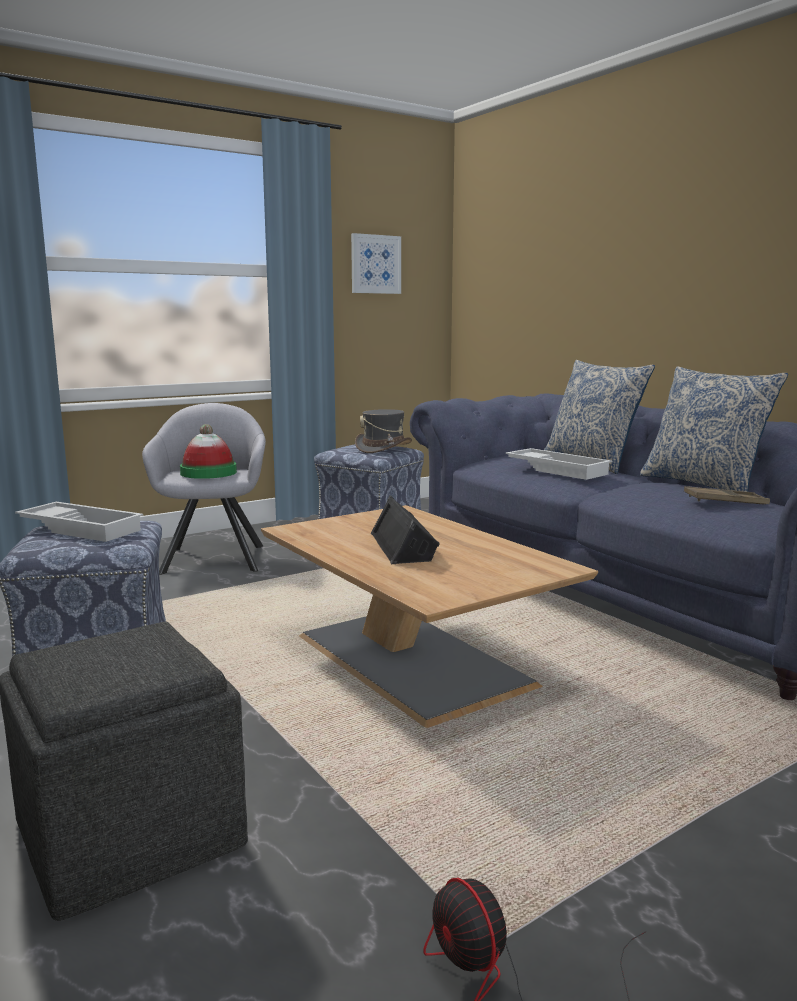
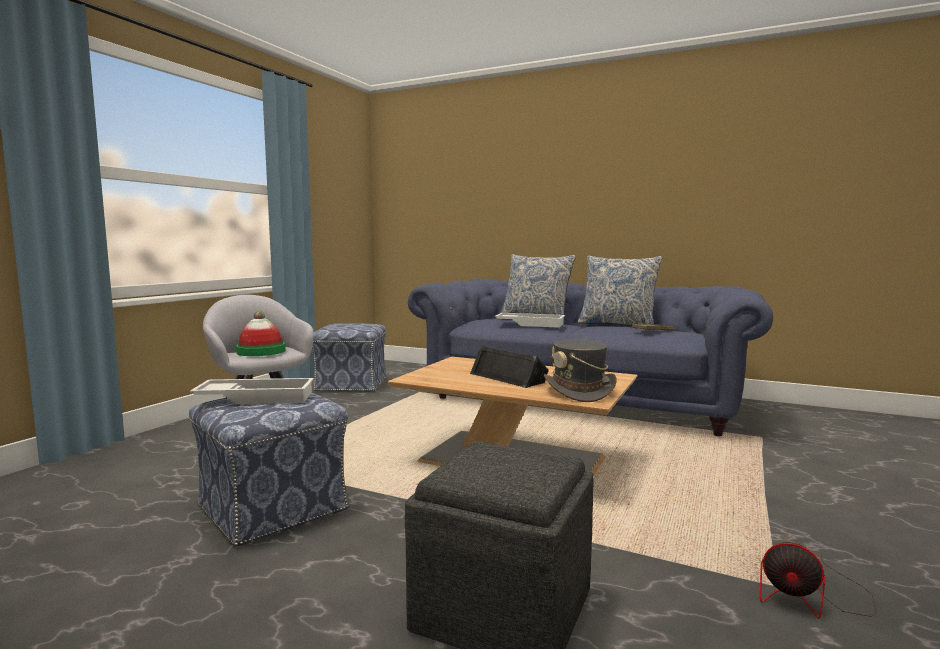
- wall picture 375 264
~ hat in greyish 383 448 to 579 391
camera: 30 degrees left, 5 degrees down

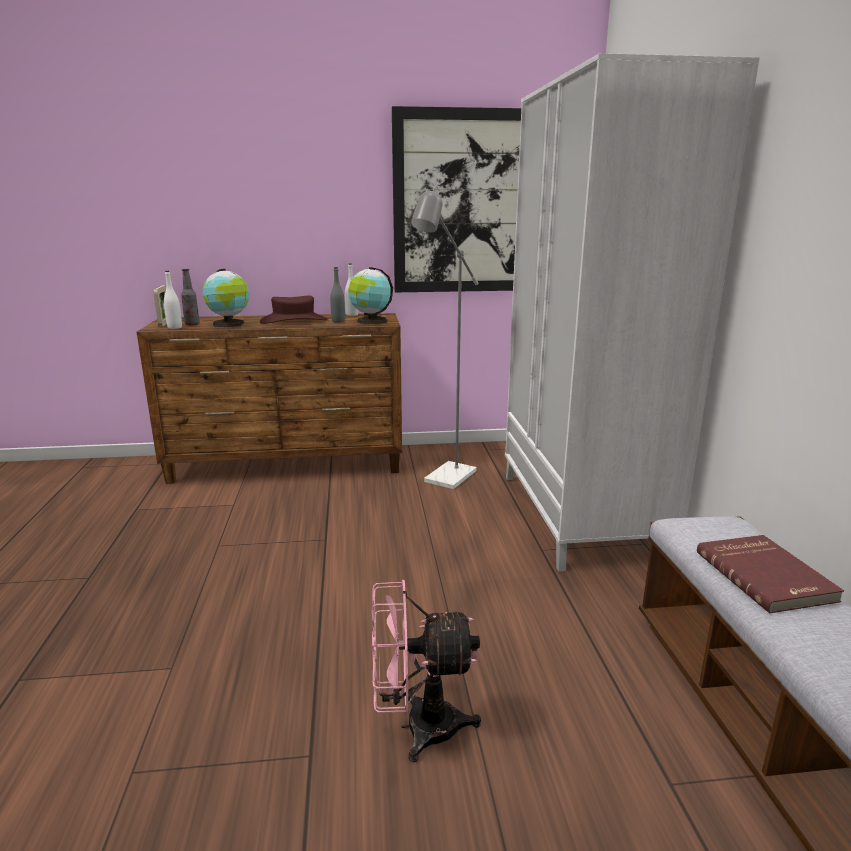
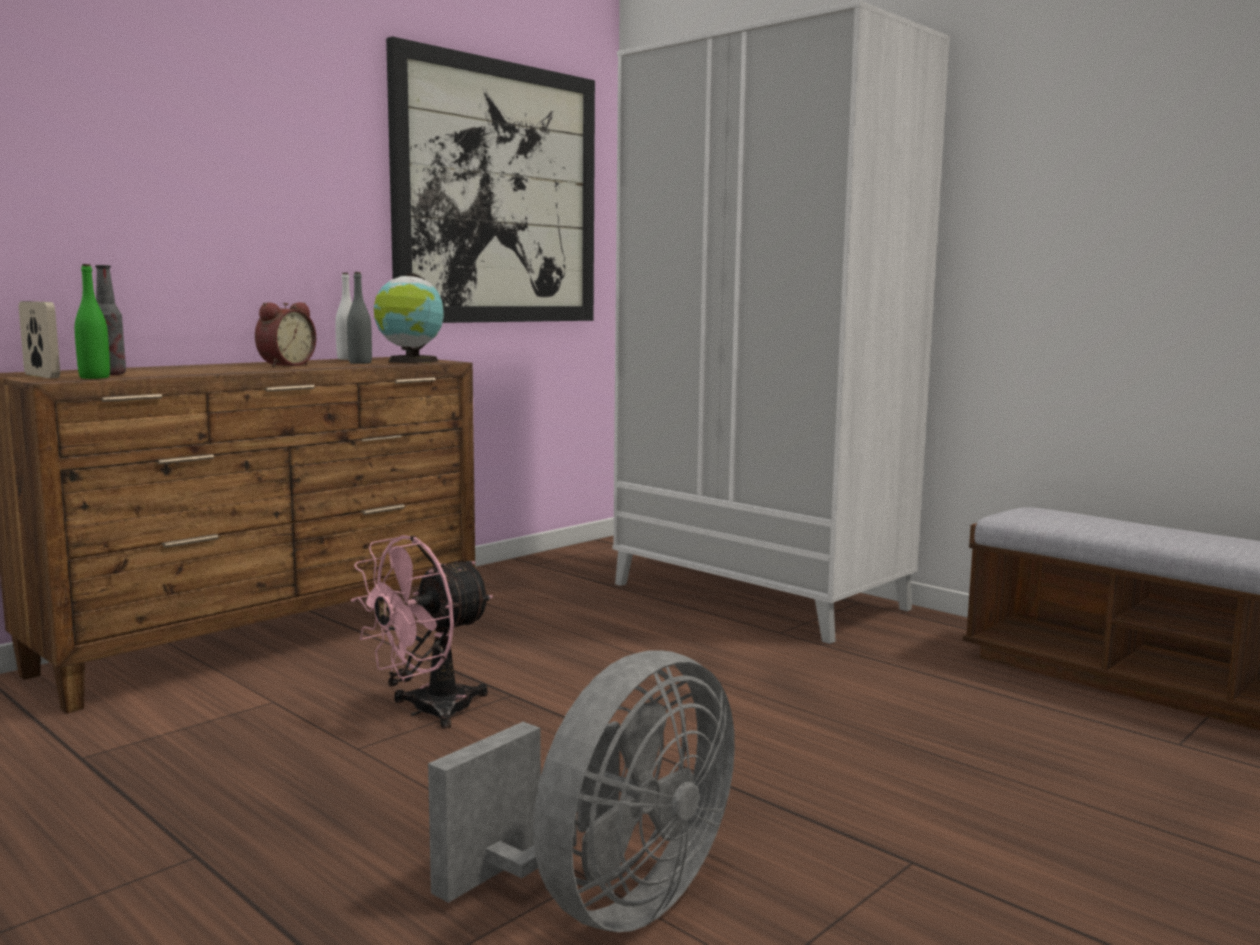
- standing lamp in greyish 445 480
- world globe 229 324
~ beverage bottle in whitish 174 327 to beverage bottle in greenish 94 377
~ hat in brownish 294 321 to bedside clock 284 365
- bound book in red 766 576
~ fan in pink-coloured 417 727 to 427 711
+ fan in greyish 606 904
camera: 40 degrees left, 10 degrees down

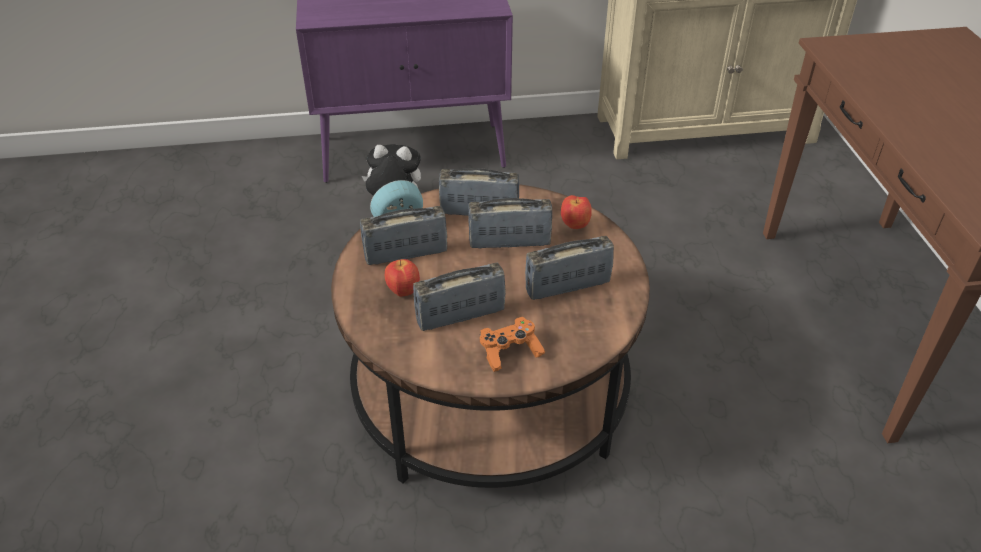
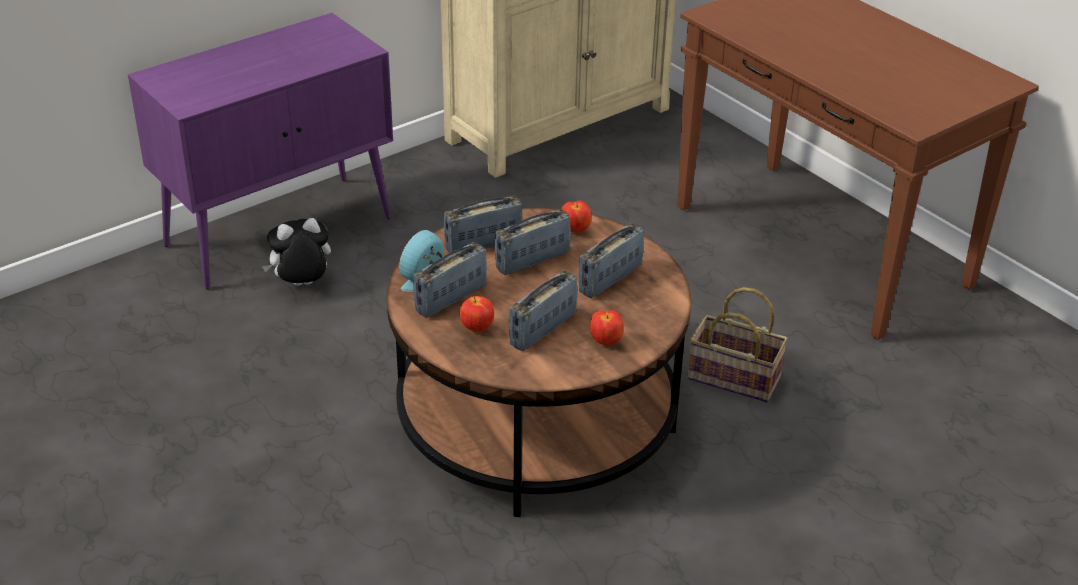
~ joypad in orange 510 352 to apple 606 342
+ household basket 731 378
camera: 30 degrees left, 5 degrees down

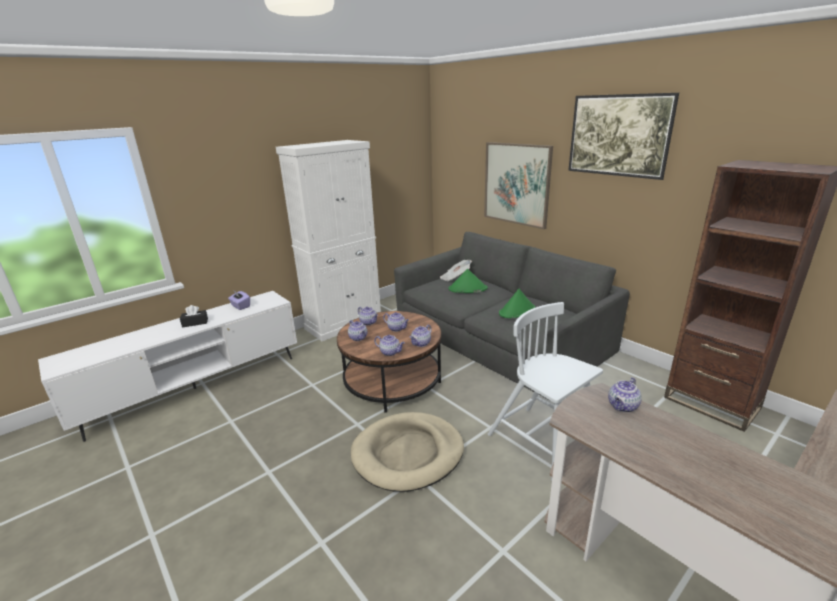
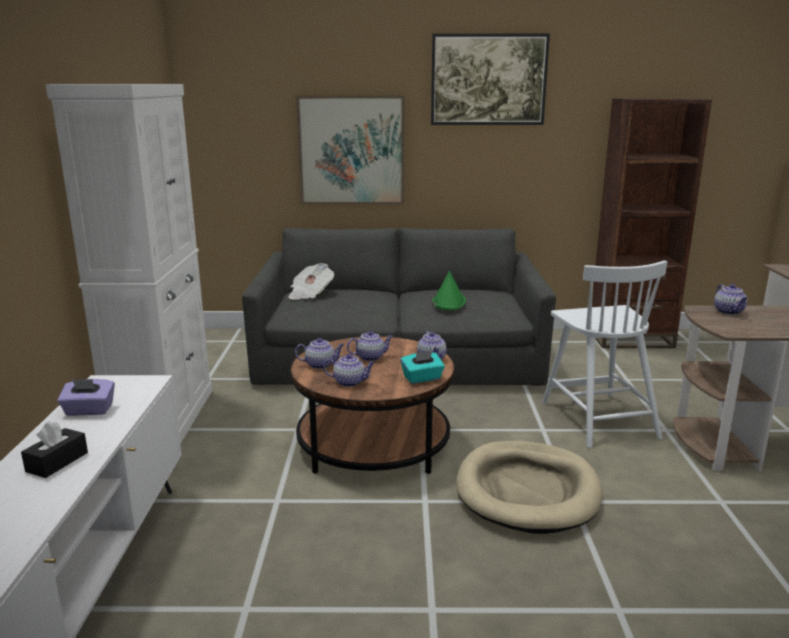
- hat in greenish 467 289
~ upright chair in whitish 541 443 = 598 418 105 degrees counterclockwise
~ tea pot 390 352 to tissue holder in turquoise 422 378
camera: 50 degrees left, 5 degrees down

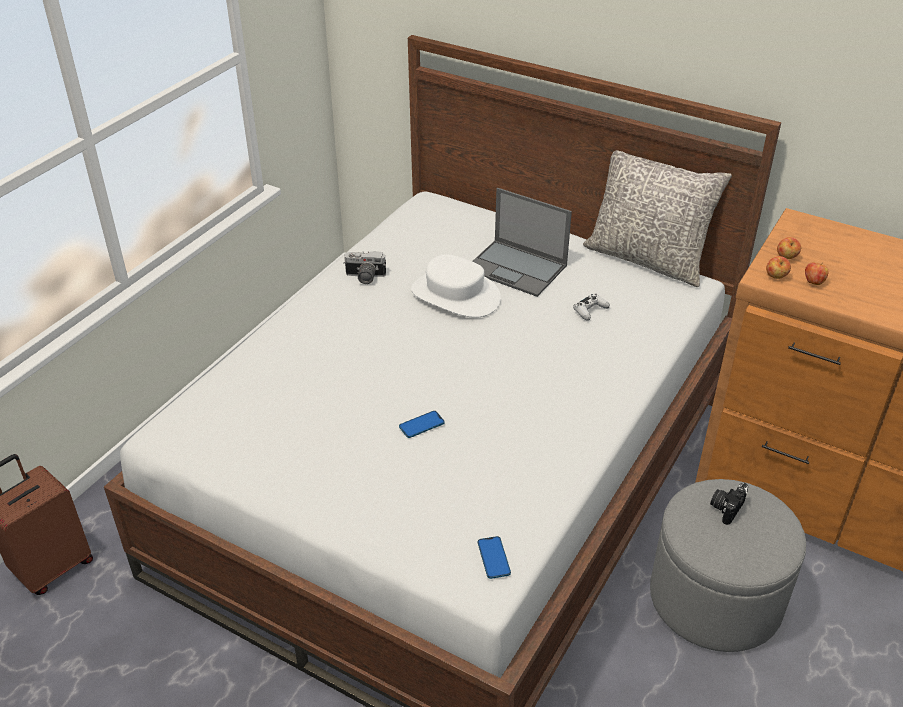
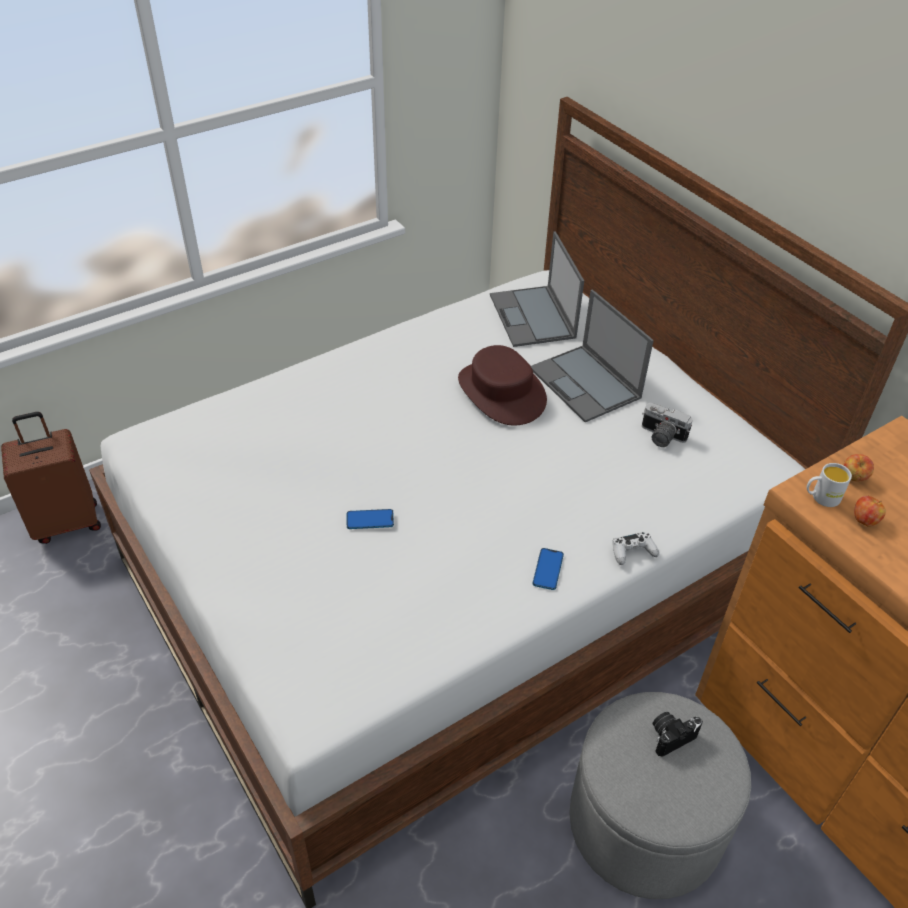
- pillow in greyish 647 259
~ photo camera 364 277 to 660 437
~ hat in whitish 455 295 to hat in brownish 501 392
~ apple 776 277 to tea mug in whitish 821 497
~ joypad in whitish 590 310 to 633 552
~ phone 493 558 to 548 569
+ notebook computer 533 317
camera: 25 degrees right, 5 degrees up

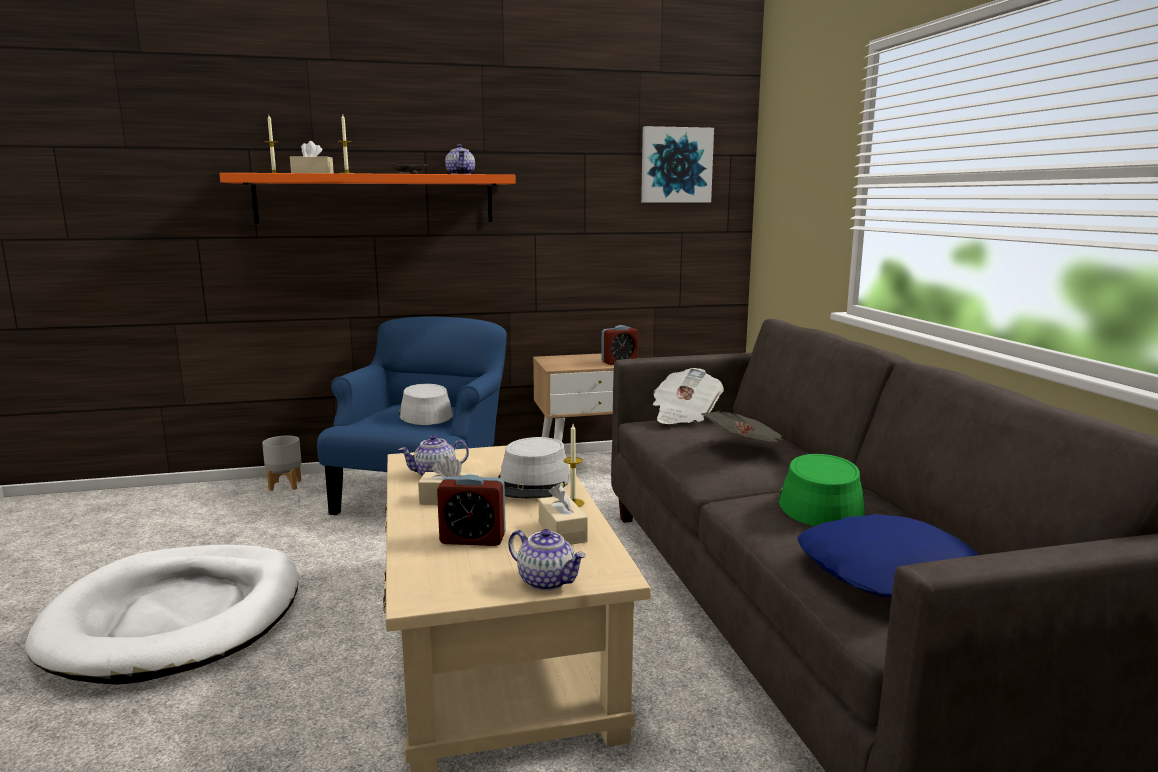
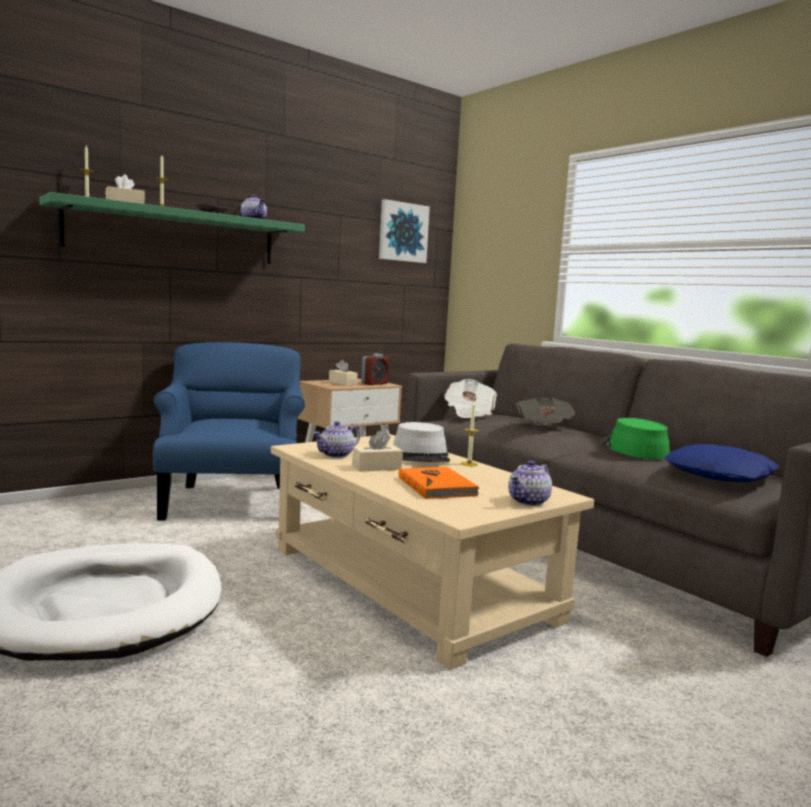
~ bracket shelf in orange 376 199 to bracket shelf in greenish 174 234
- hat in greyish 424 414
- planter in greyish 285 485
~ bedside clock 473 539 to bound book in orange 438 486
~ tissue holder in beige-coloured 562 532 to 342 383
~ tea pot 547 581 = 529 501 120 degrees clockwise
camera: 25 degrees left, 5 degrees down

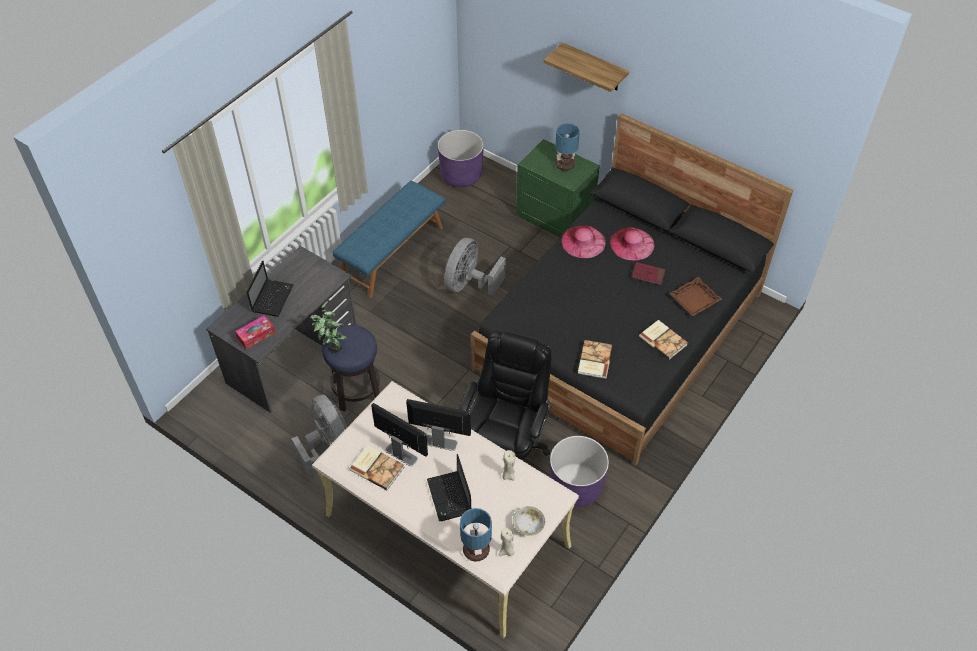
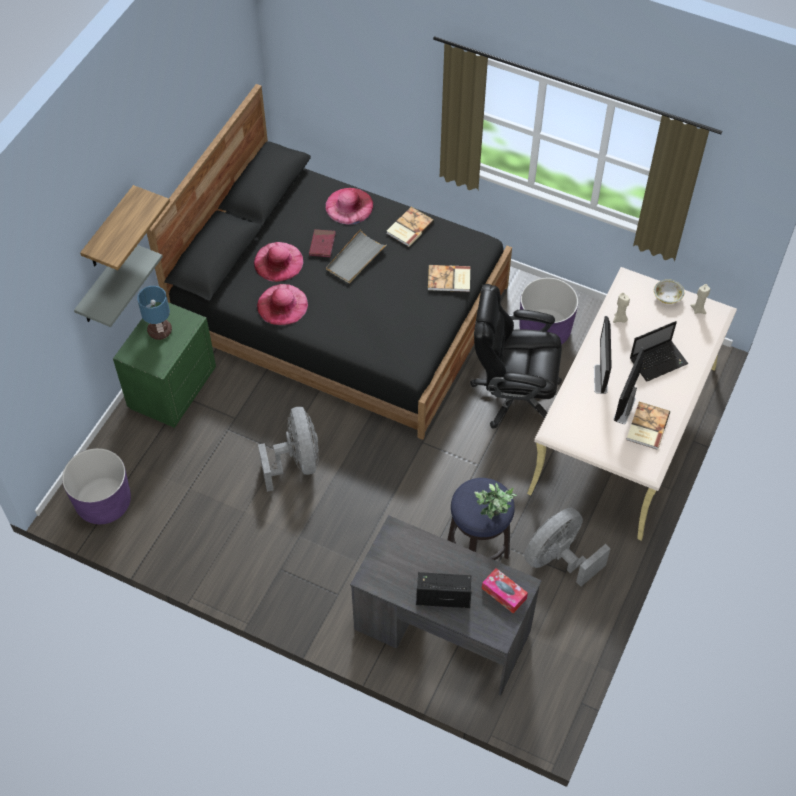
- indoor bench in blue 392 253
~ fan in greyish 469 284 = 296 462 120 degrees counterclockwise
~ tray in brownish 694 299 to hat in pink-coloured 349 206
- table lamp 477 551
+ tray in greyish 355 259
+ bracket shelf in greyish 103 285
camera: 100 degrees left, 5 degrees up

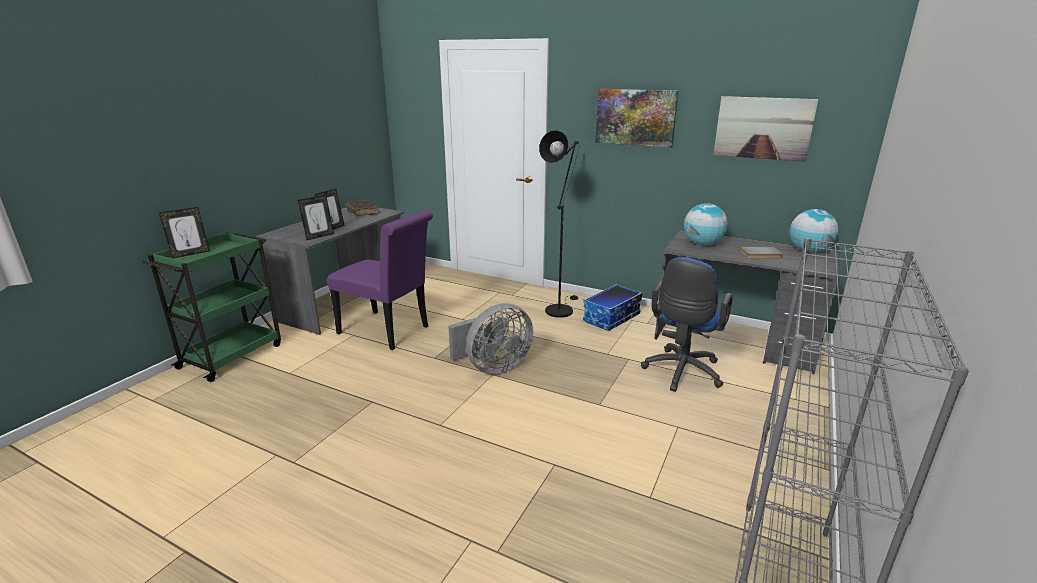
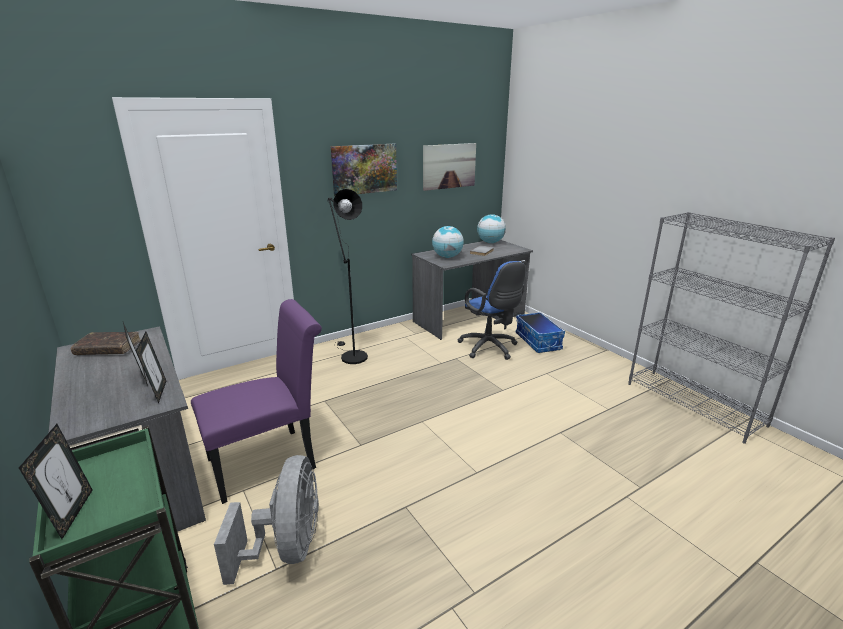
~ storage container 612 318 to 538 341
~ fan in greyish 493 367 to 287 548
camera: 60 degrees left, 0 degrees up

